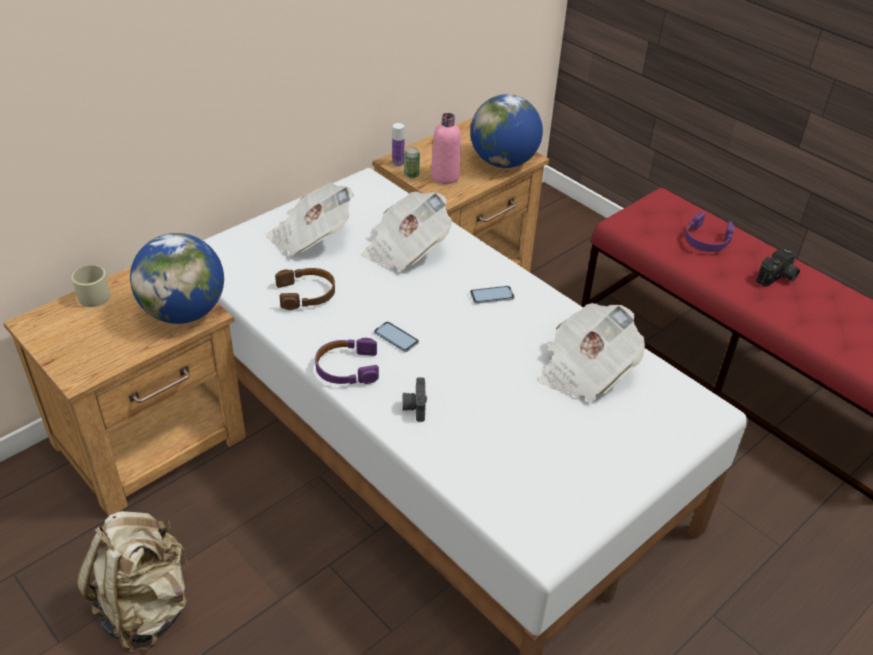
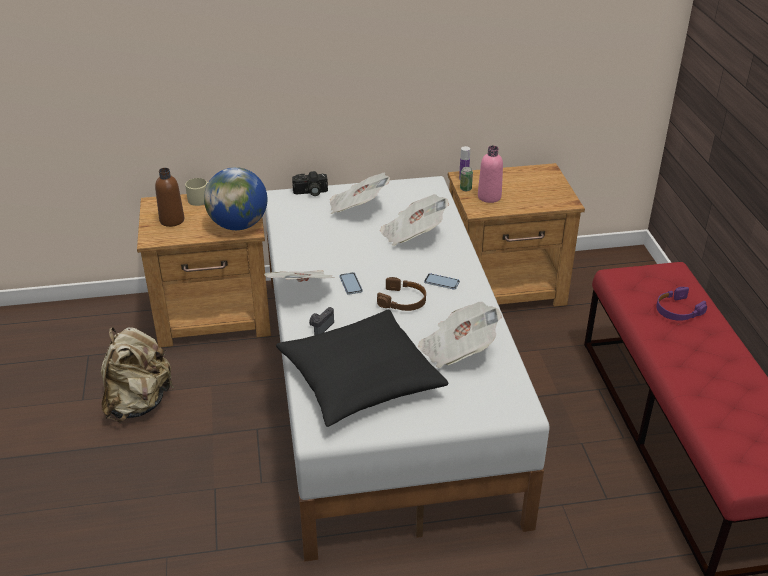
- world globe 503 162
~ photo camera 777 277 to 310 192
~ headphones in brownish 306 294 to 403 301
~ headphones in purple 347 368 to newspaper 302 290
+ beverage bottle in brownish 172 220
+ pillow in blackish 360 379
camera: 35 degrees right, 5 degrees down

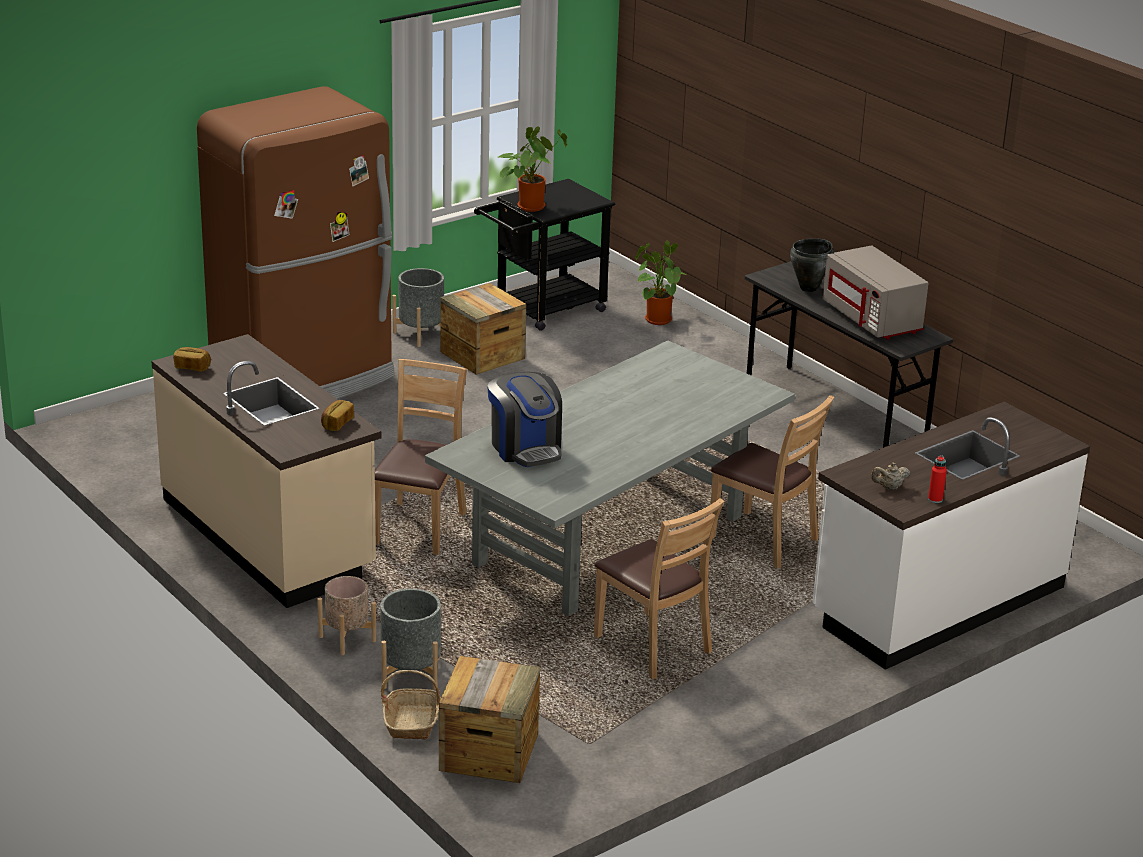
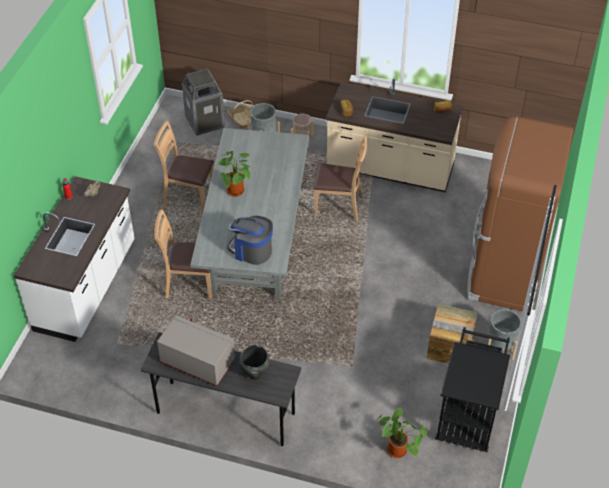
~ plant in a pot 531 205 to 237 192
~ upright chair in brownish 419 528 = 339 206 60 degrees counterclockwise
~ coffee maker 525 448 to 251 250
~ packing crate 489 752 to waste bin 205 122
camera: 145 degrees right, 20 degrees up

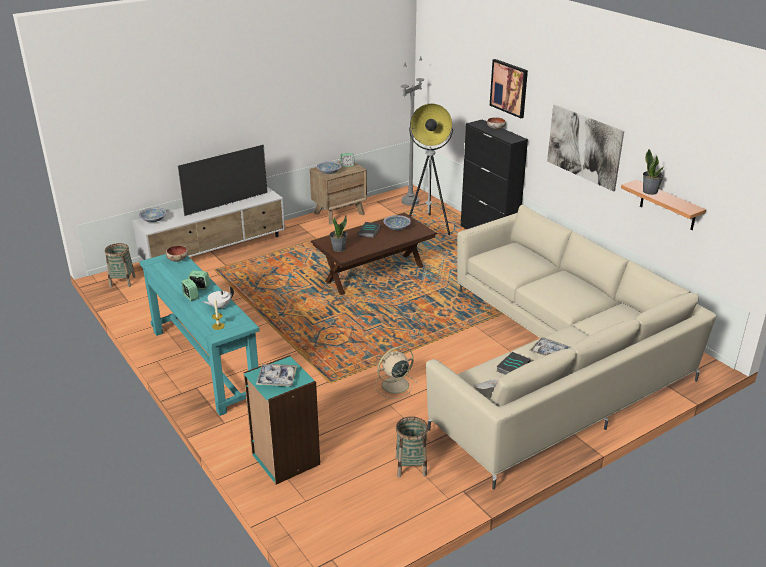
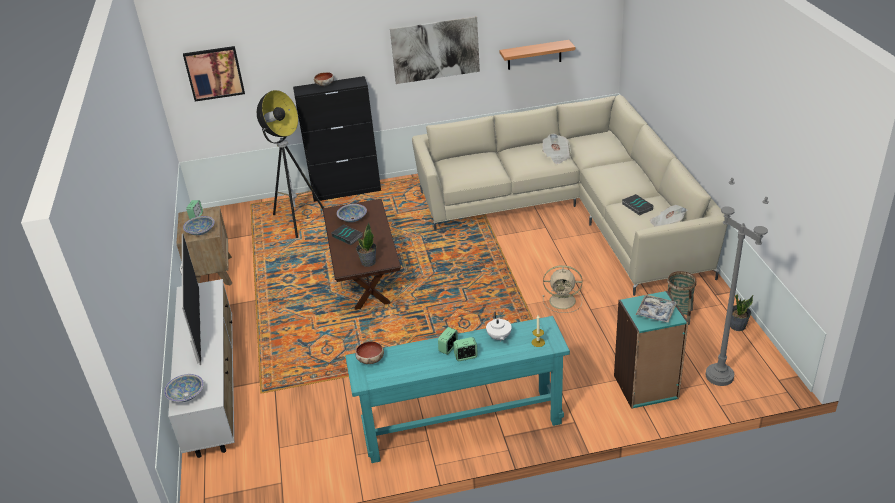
~ standing lamp in greyish 410 201 to 719 376
~ wall picture 509 88 to 214 73
~ plant in a pot 650 191 to 737 326
- household basket 122 281
- tray 549 352
~ fan in beige-coloured 394 385 = 563 301 75 degrees counterclockwise
+ newspaper 556 156
camera: 65 degrees left, 5 degrees up

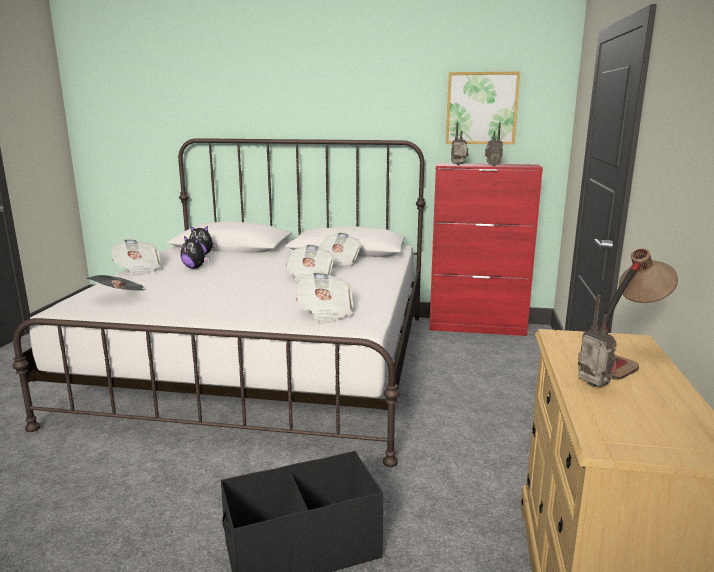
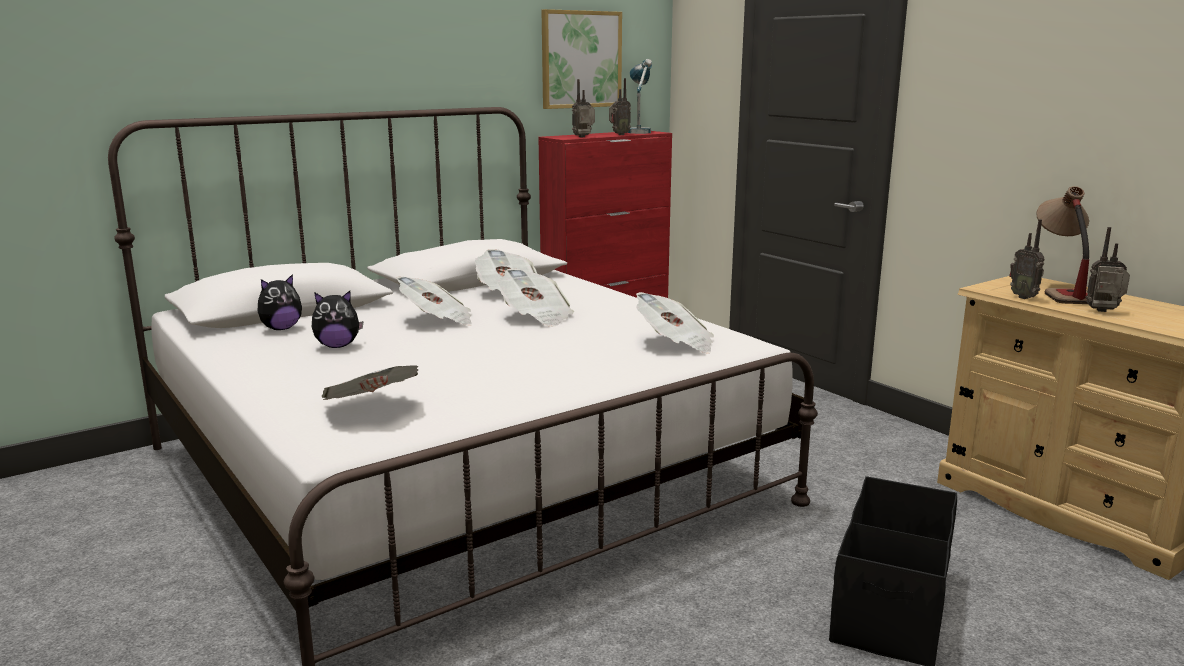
~ newspaper 138 269 to 438 321
+ table lamp 639 131
+ radio receiver 1024 297
camera: 45 degrees left, 0 degrees up

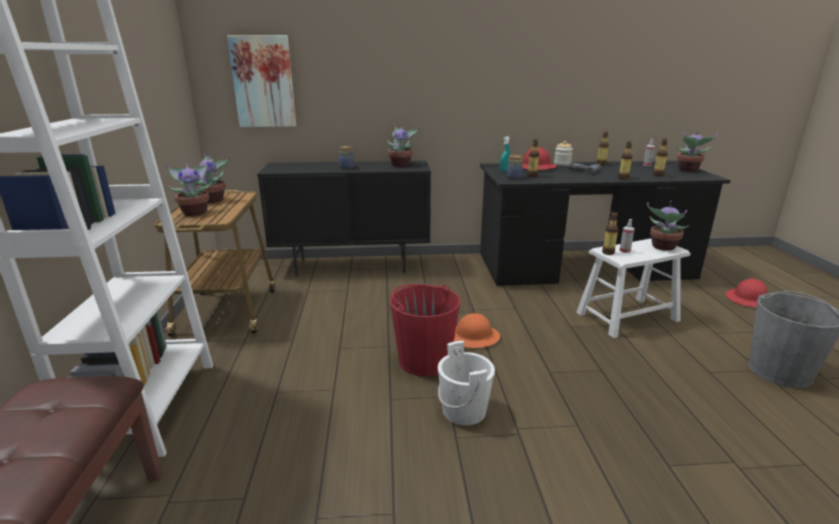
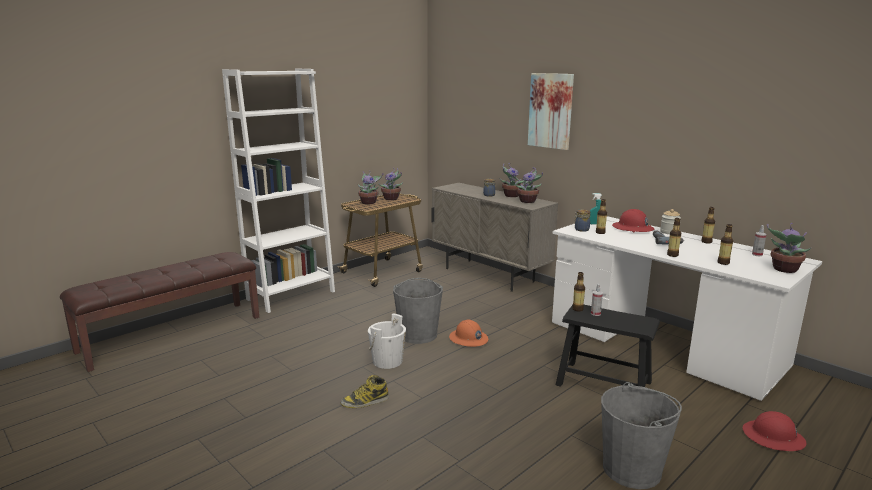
~ wall picture 263 82 to 551 111
~ storage cabinet in blackish 352 266 to storage cabinet in beige-coloured 489 275
~ desk in blackish 582 267 to desk in whitish 663 344
~ plant in a pot 662 247 to 510 195
~ stool seat in whitish 627 317 to stool seat in blackish 603 383
~ water bucket in red 424 360 to water bucket in greyish 418 334
+ high-top boot 365 402
camera: 50 degrees right, 5 degrees down

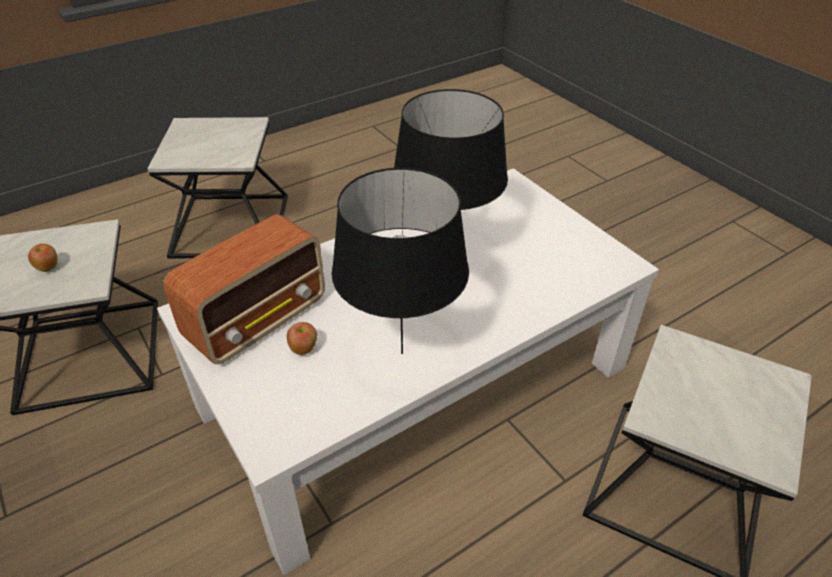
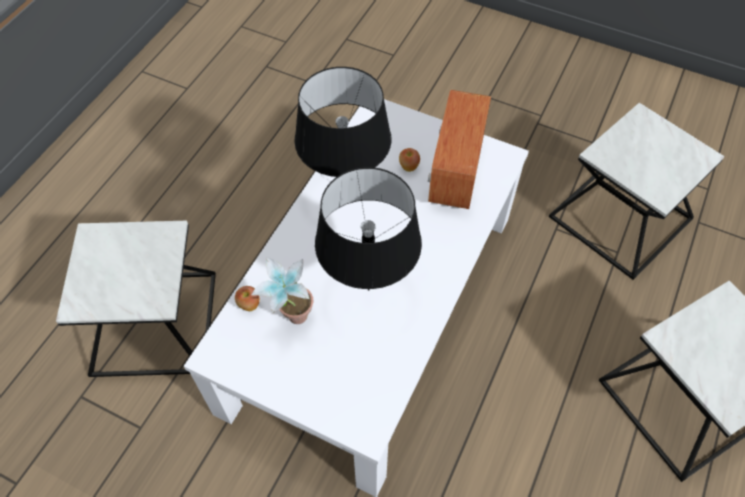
~ apple 48 267 to 249 305
+ plant in a pot 291 320
camera: 150 degrees right, 15 degrees up

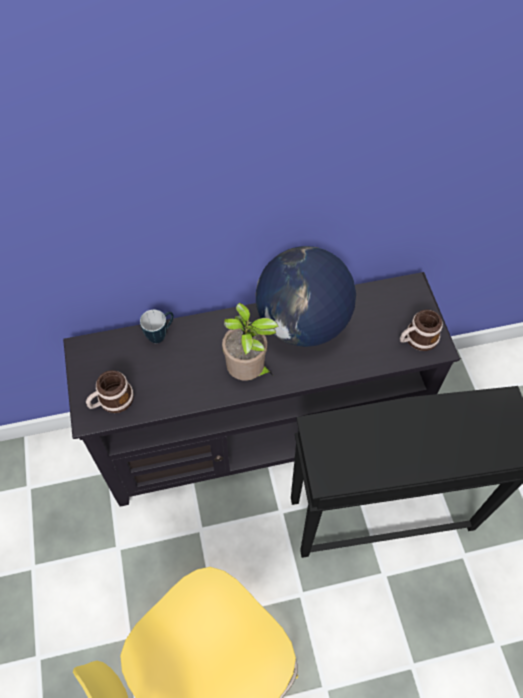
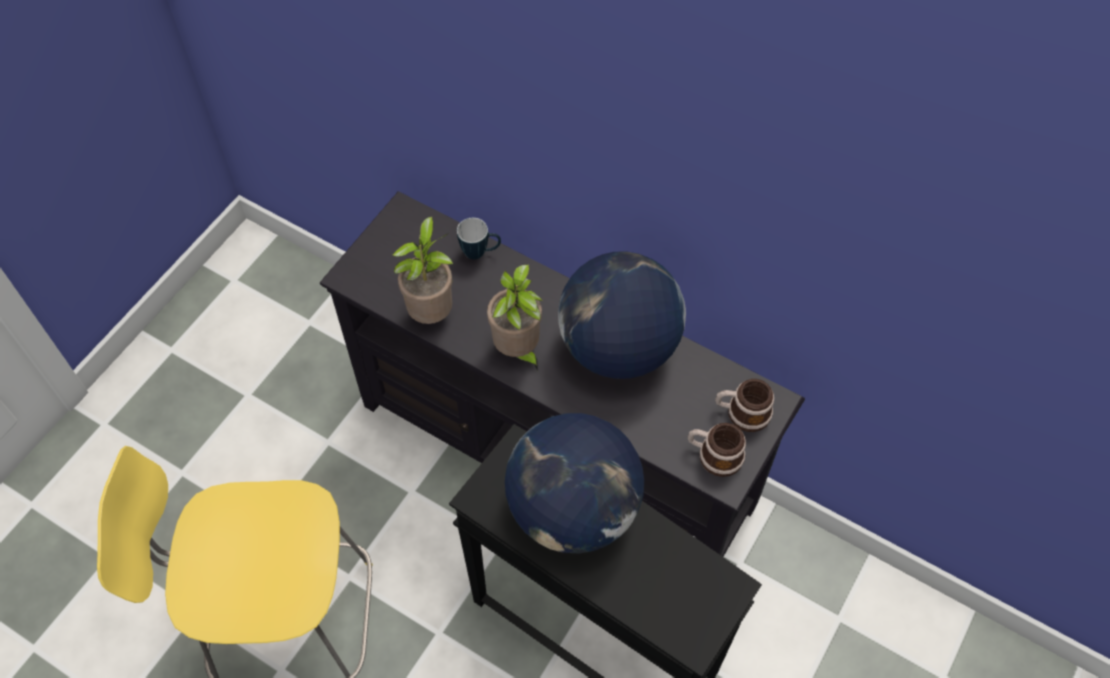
~ tea mug 111 401 to 742 412
+ plant in a pot 432 312
+ world globe 574 509
camera: 45 degrees right, 0 degrees up

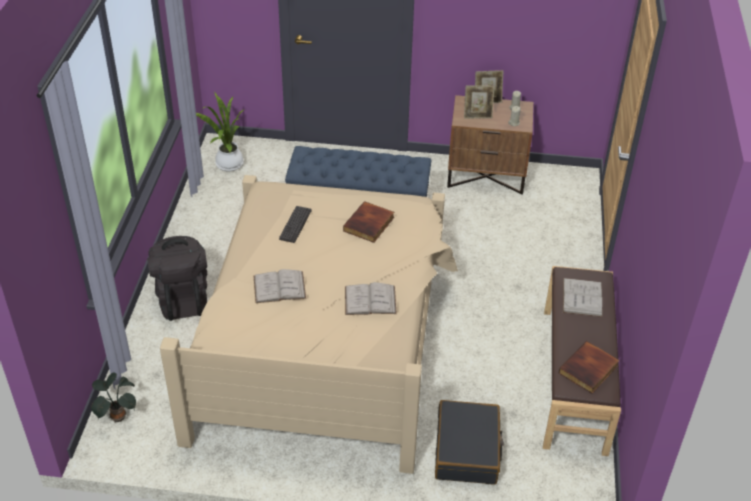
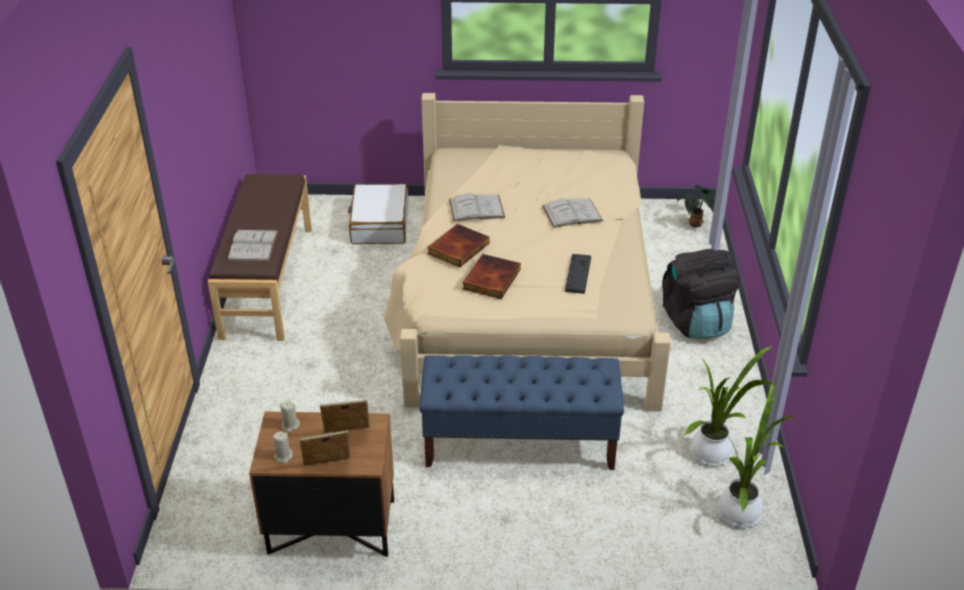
~ bound book 589 370 to 457 248
~ suitcase in blackish 467 450 to suitcase in whitish 379 224
+ plant in a pot 714 452
camera: 175 degrees right, 5 degrees down

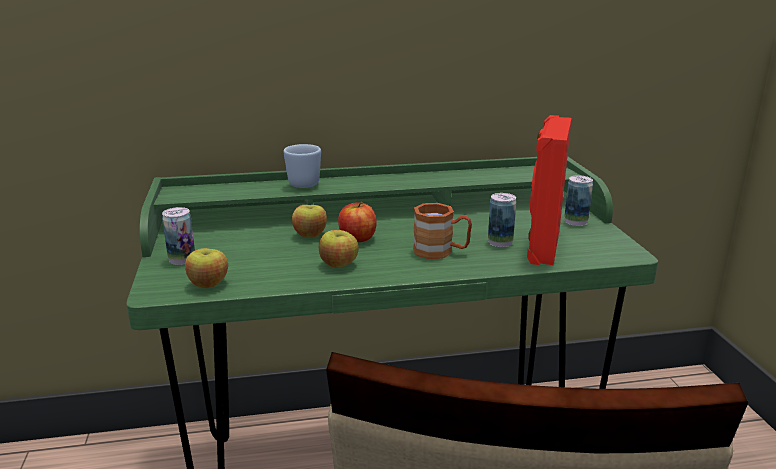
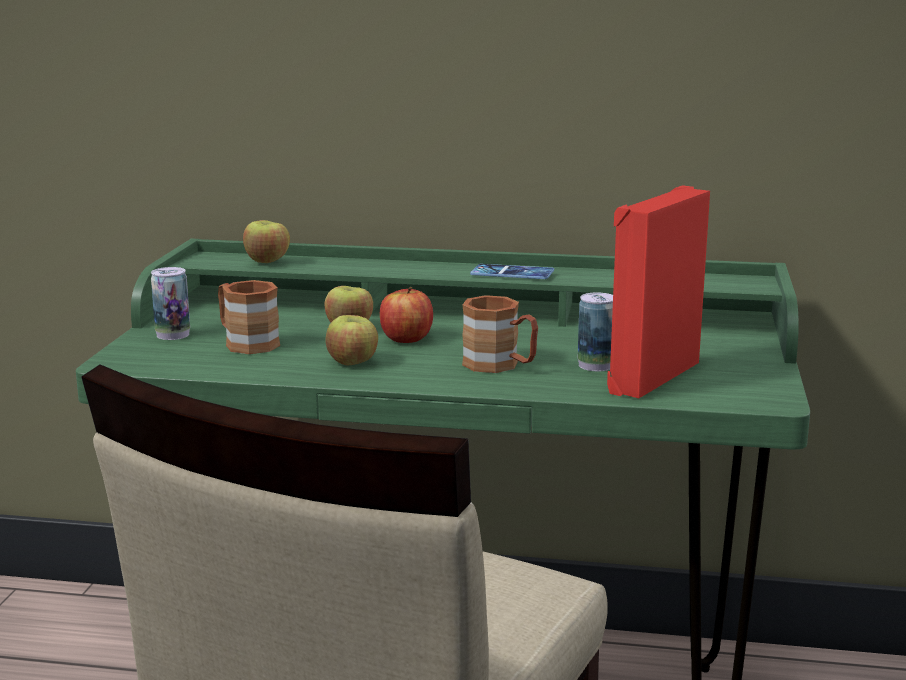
- tea mug in blue 305 182
- can 576 221
~ apple 208 284 to 267 261
+ phone 512 273
+ tea mug in brownish 245 342
camera: 20 degrees right, 5 degrees down

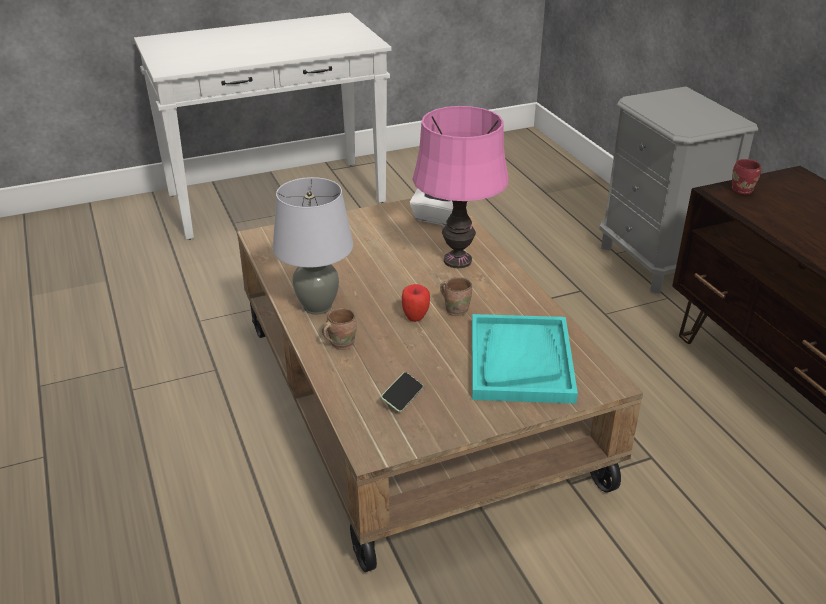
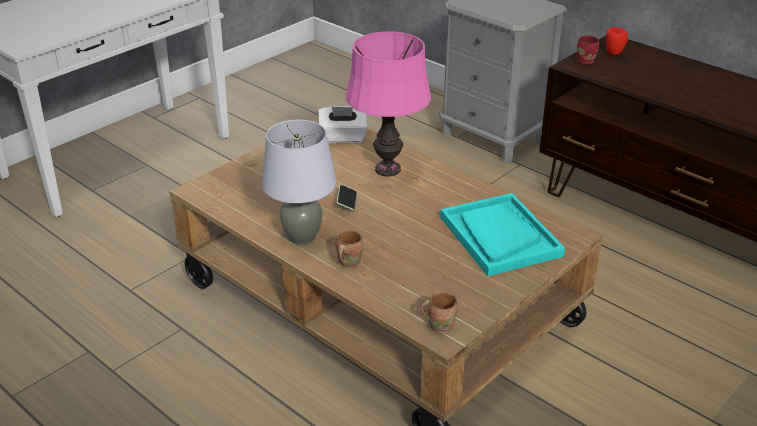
~ tea mug in brownish 456 309 to 439 325
~ apple 415 318 to 614 53
~ phone 402 397 to 347 202
camera: 25 degrees left, 0 degrees up

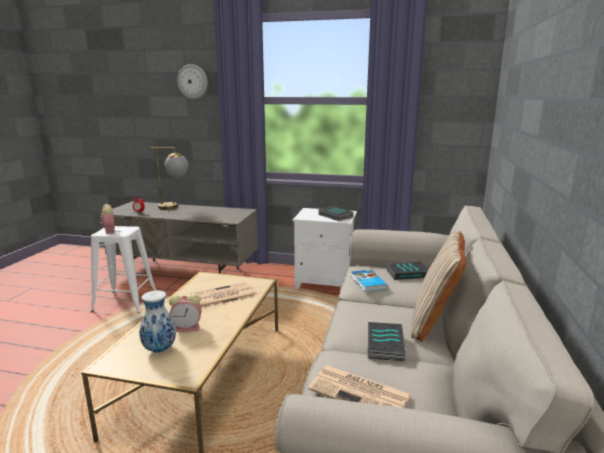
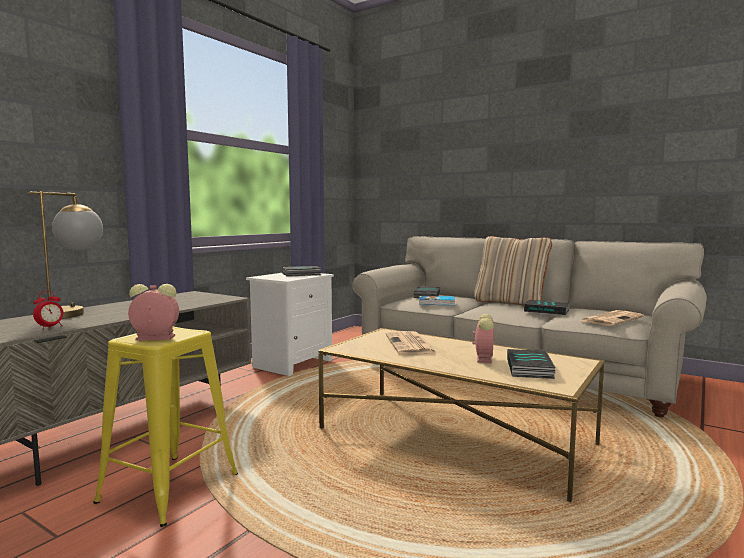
- clock on the wall 192 81
~ stool seat in whitish 125 302 to stool seat in yellow-coloured 169 488
~ decorative vase 159 350 to bound book 530 369
camera: 70 degrees left, 10 degrees down

